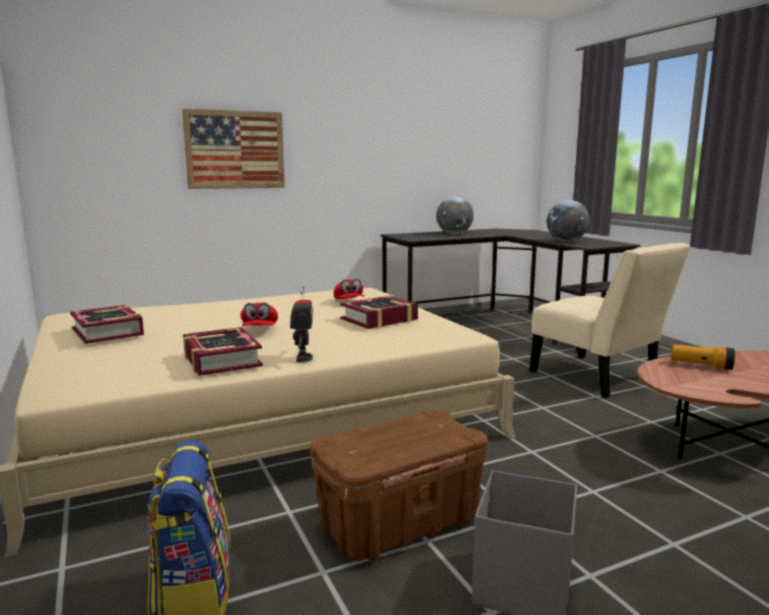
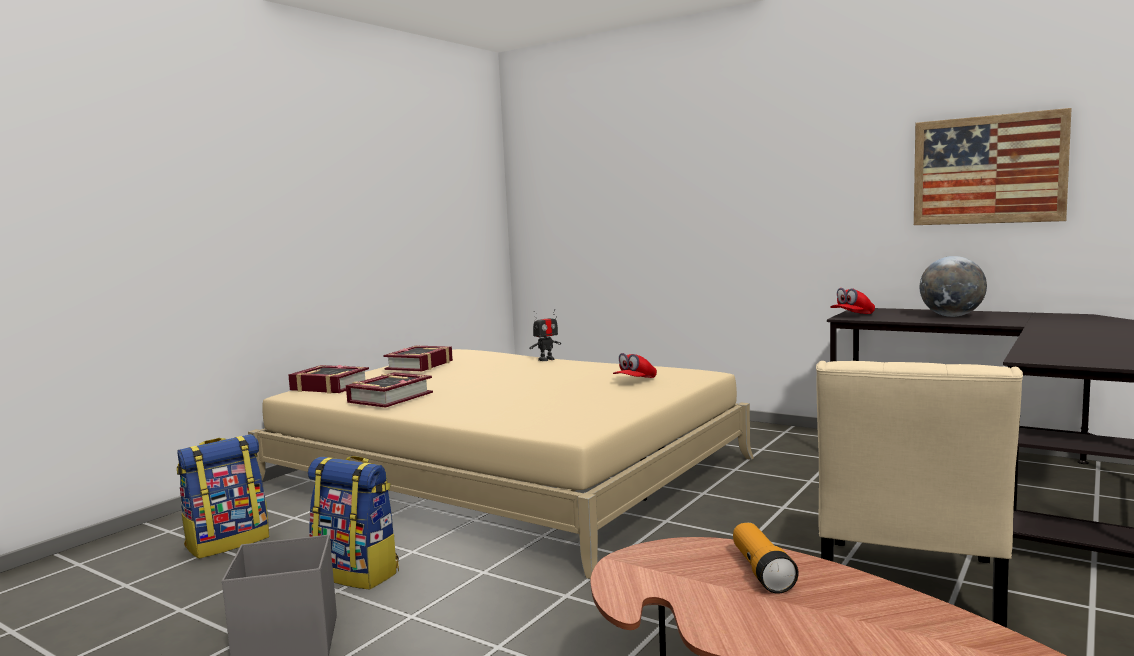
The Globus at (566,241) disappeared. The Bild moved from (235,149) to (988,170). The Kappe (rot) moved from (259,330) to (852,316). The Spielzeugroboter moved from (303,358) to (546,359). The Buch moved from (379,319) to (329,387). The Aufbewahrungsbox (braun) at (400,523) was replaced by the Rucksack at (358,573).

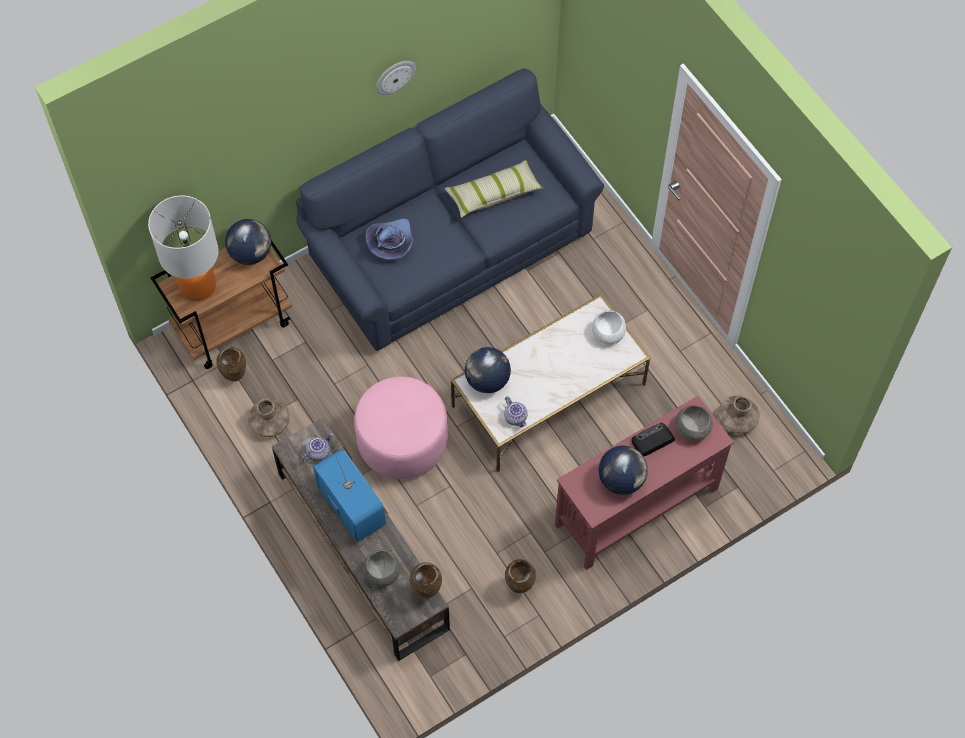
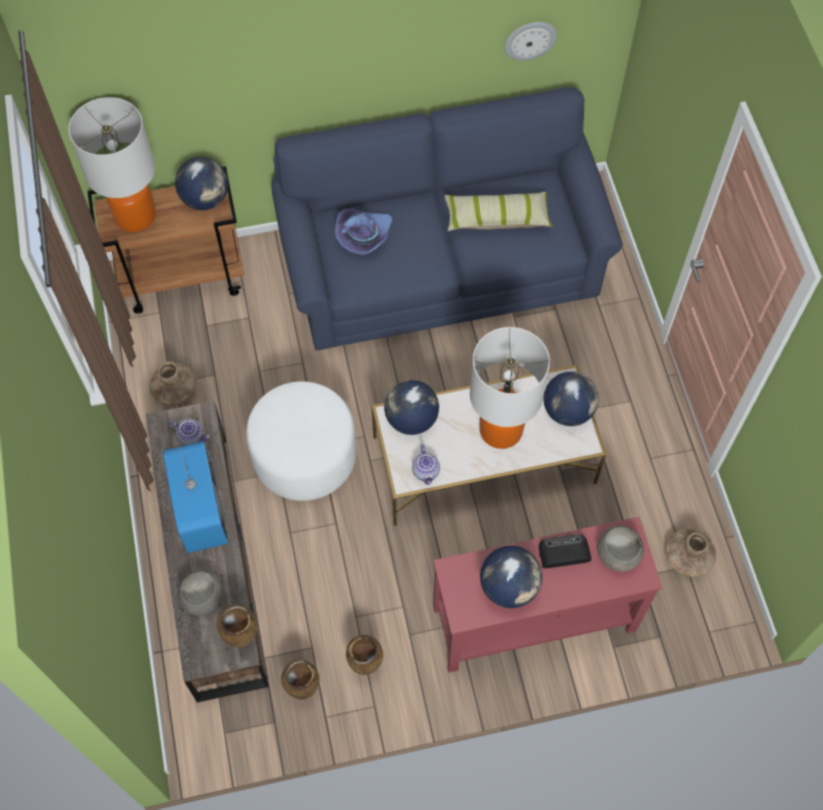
The Tischlampe at (501,430) appeared. The Vase (braun) moved from (235,376) to (303,688). The Wanduhr moved from (394,76) to (530,40). The Schüssel (weiß) at (607,333) was replaced by the Globus at (567,410). The Polsterhocker (rosa) at (402,441) became the Polsterhocker (weiß) at (304,457). The Teekanne at (318,452) turned 45 degrees clockwise.

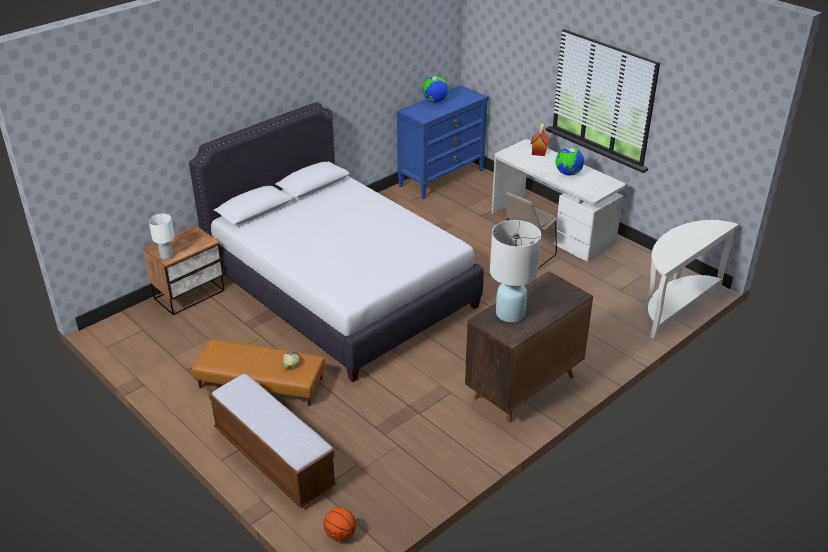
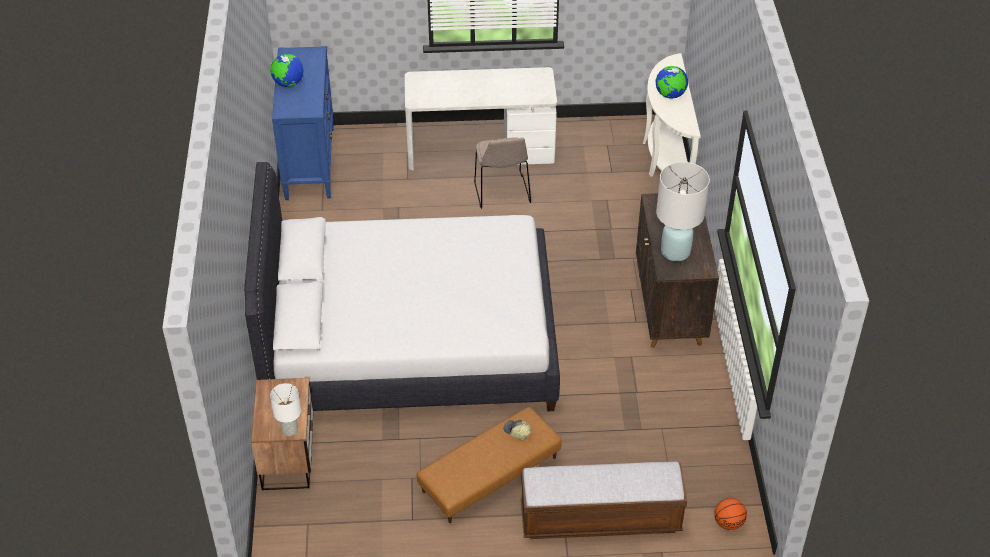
The Spielzeughaus at (538,151) disappeared. The Globus moved from (568,173) to (670,95).

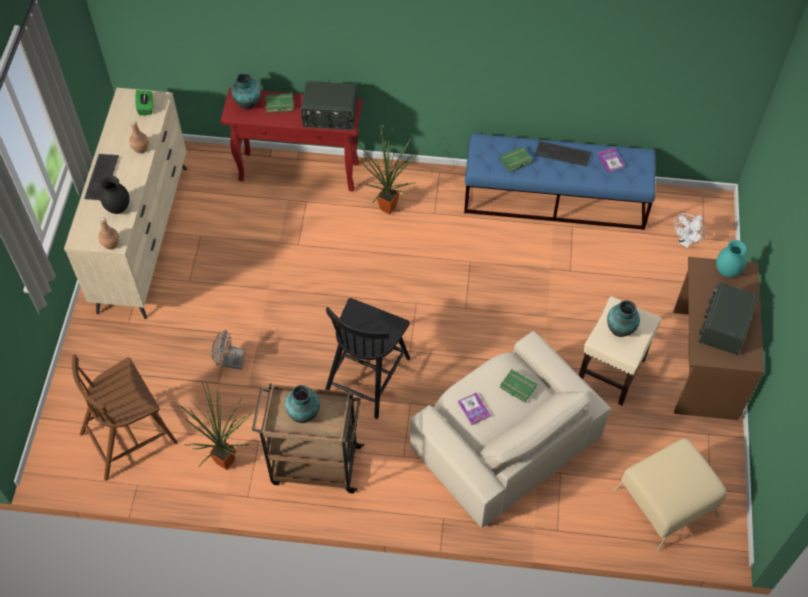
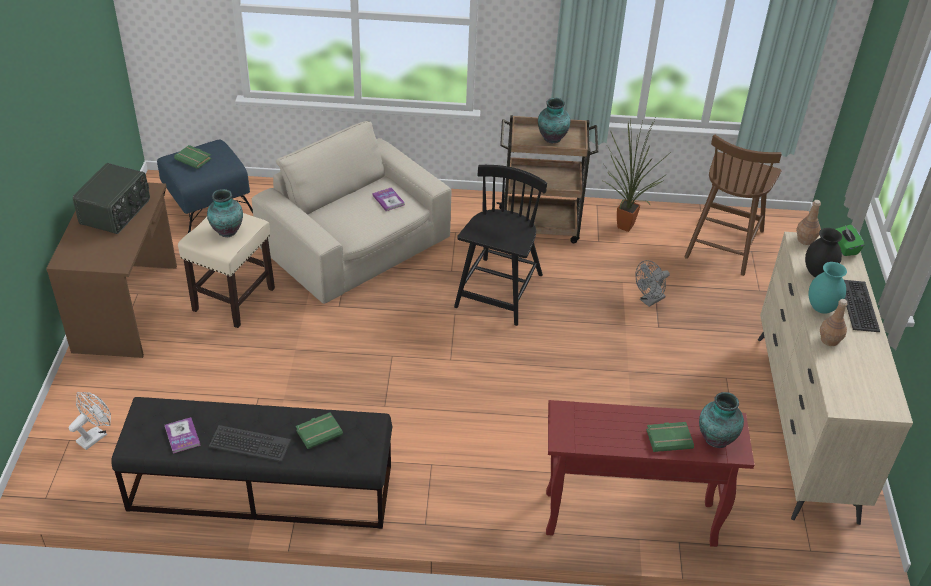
The Radio at (330,116) disappeared. The Topfpflanze at (390,206) disappeared. The Taschentuchbox (grün) moved from (146,107) to (844,248). The Buch (grün) moved from (517,387) to (194,159). The Vase (türkis) moved from (727,271) to (821,308). The Bank (blau) at (555,199) became the Bank (schwarz) at (260,488). The Polsterhocker (beige) at (665,502) became the Polsterhocker (blau) at (208,205). The Stuhl (braun) at (130,436) turned 150 degrees clockwise. The Ventilator (grau) at (229,362) turned 135 degrees clockwise.

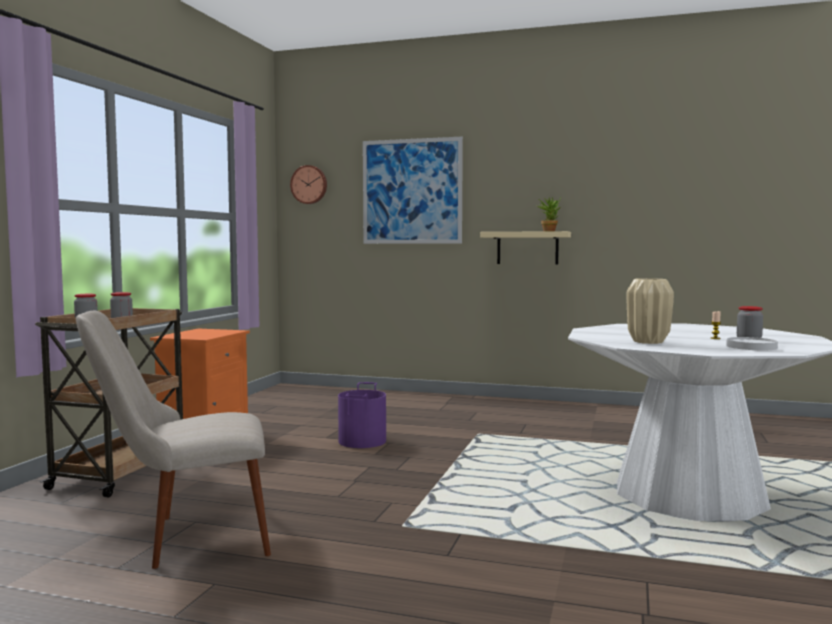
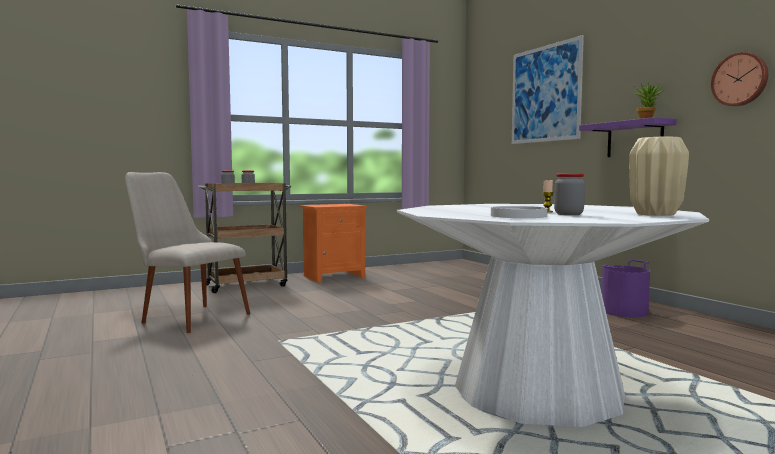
The Wanduhr moved from (309,184) to (740,79). The Eimer (lila) moved from (363,441) to (624,312). The Vase (beige) moved from (648,342) to (656,214). The Wandregal (beige) at (527,248) became the Wandregal (lila) at (634,139).

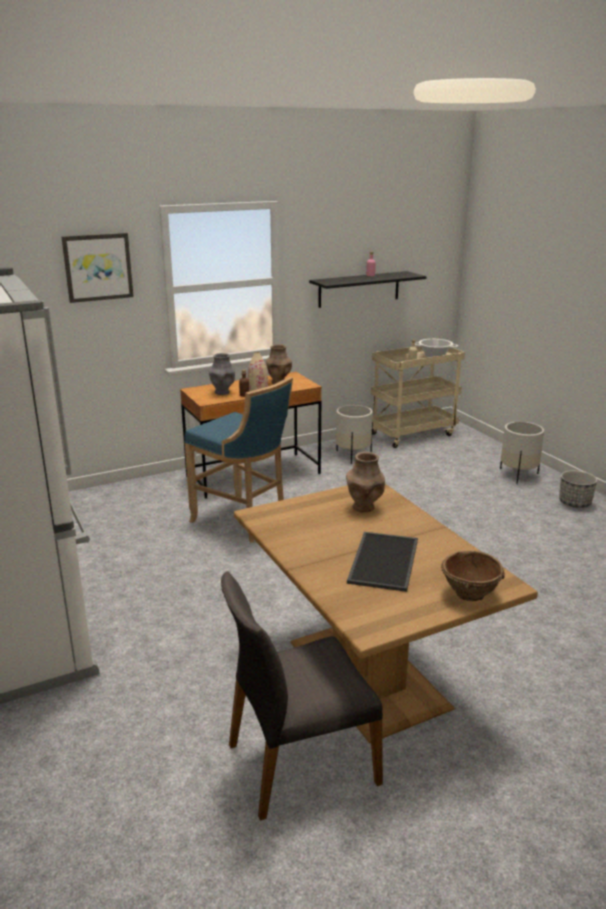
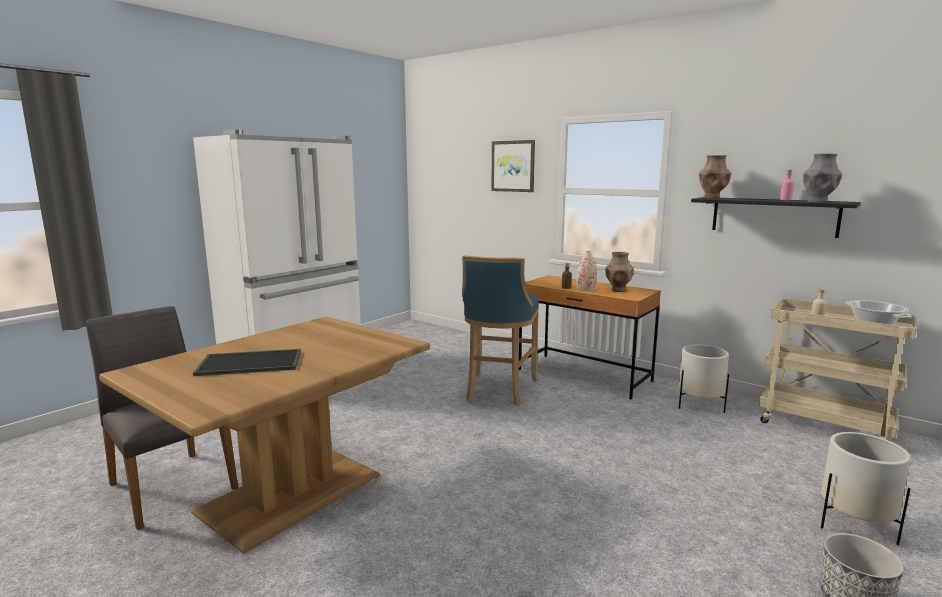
The Schüssel (braun) at (470,594) disappeared. The Vase (grau) moved from (222,392) to (818,201). The Vase (braun) moved from (364,507) to (712,198).

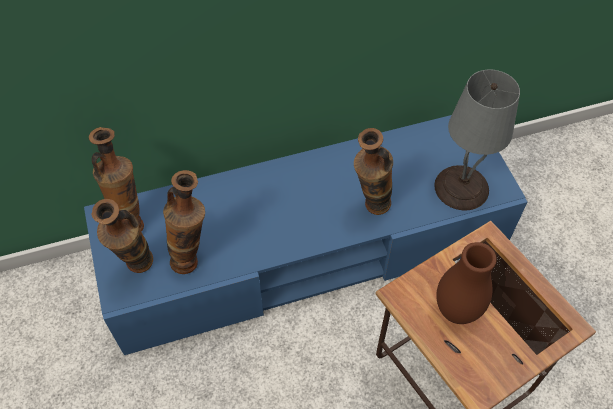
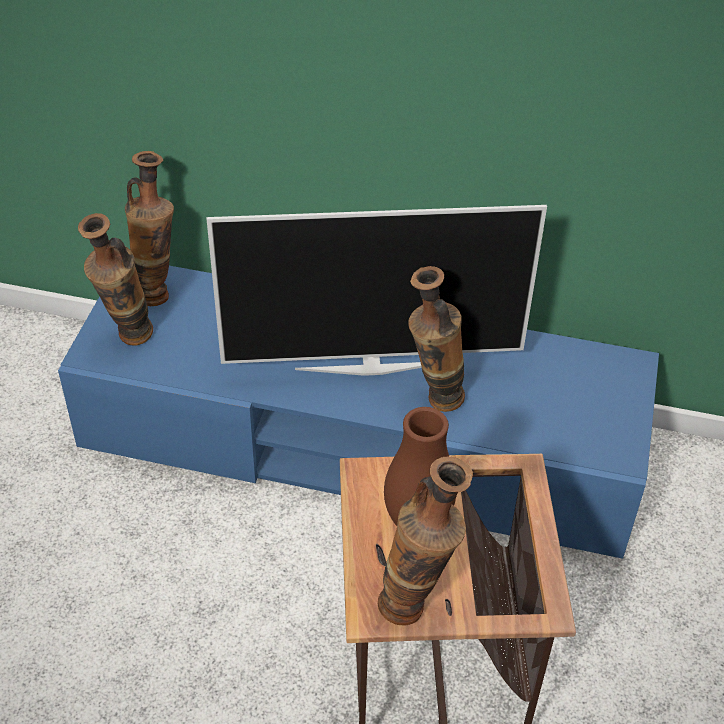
The Tischlampe (grau) at (461,188) disappeared. The Fernseher at (371,364) appeared. The Vase moved from (192,259) to (416,607).

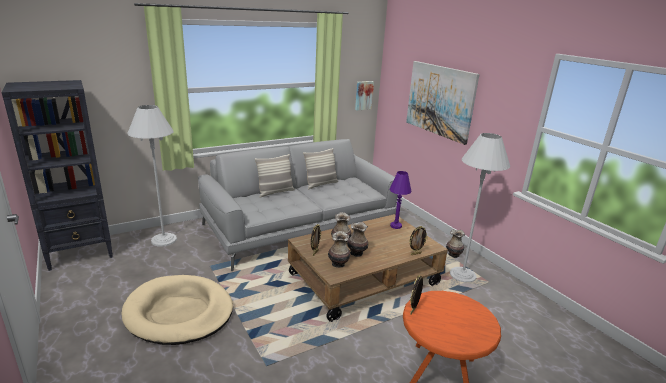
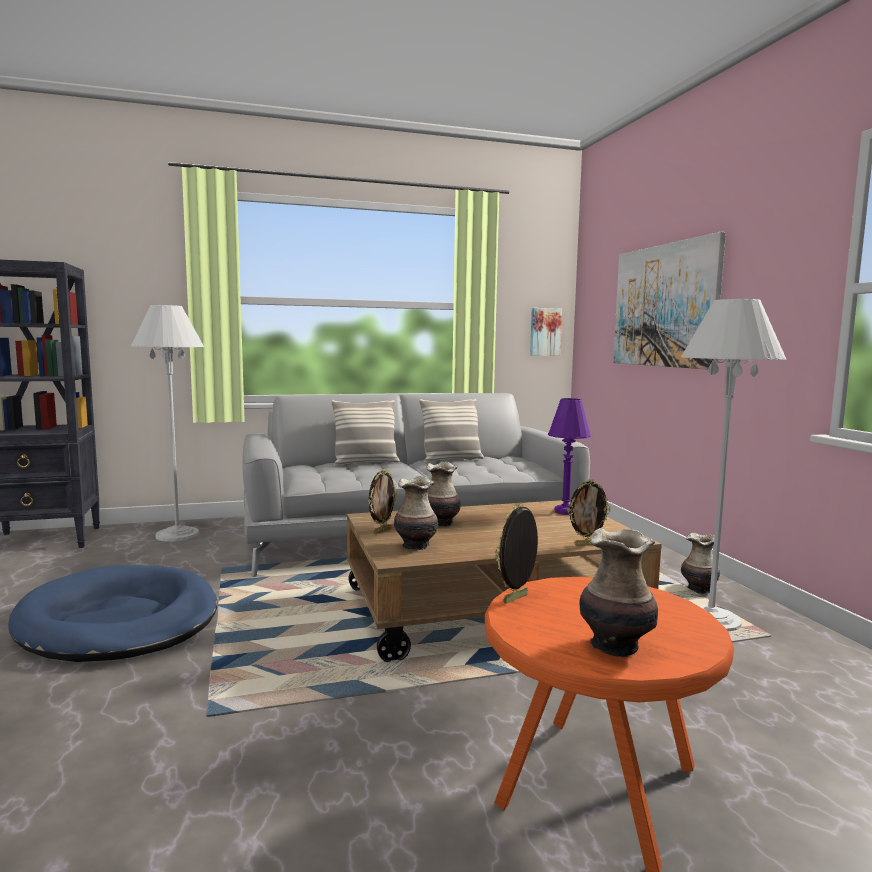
The Vase moved from (356,253) to (614,645). The Hundebett (beige) at (179,312) became the Hundebett (blau) at (119,621).

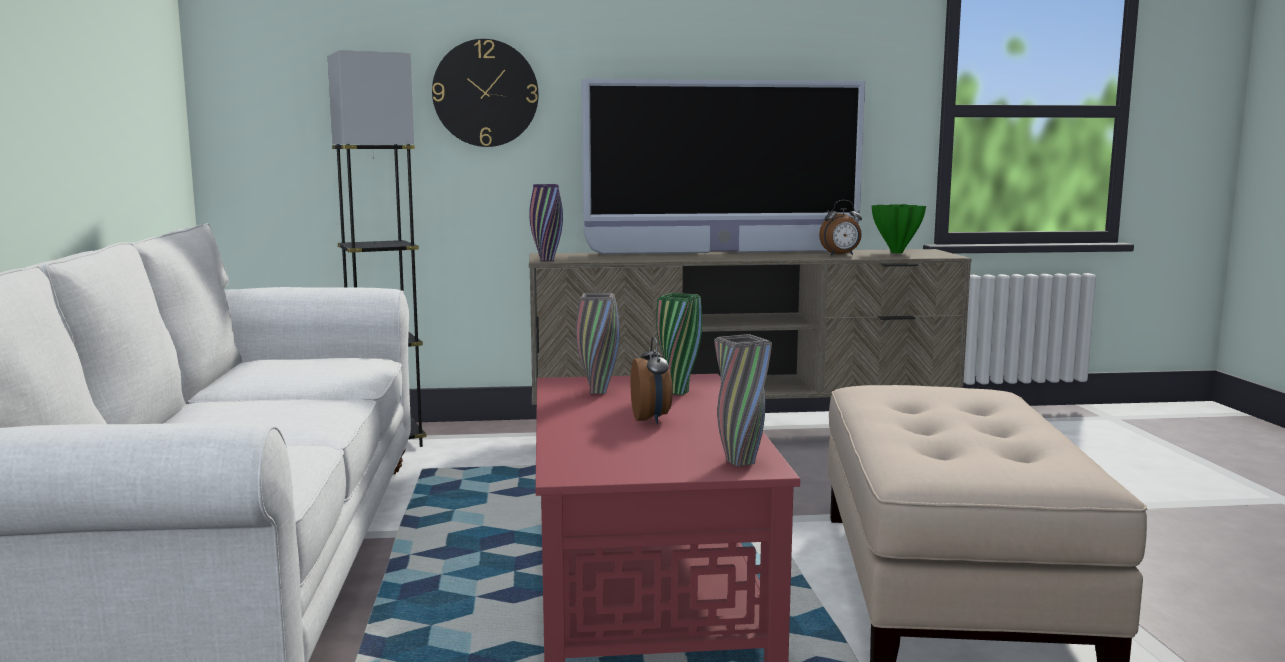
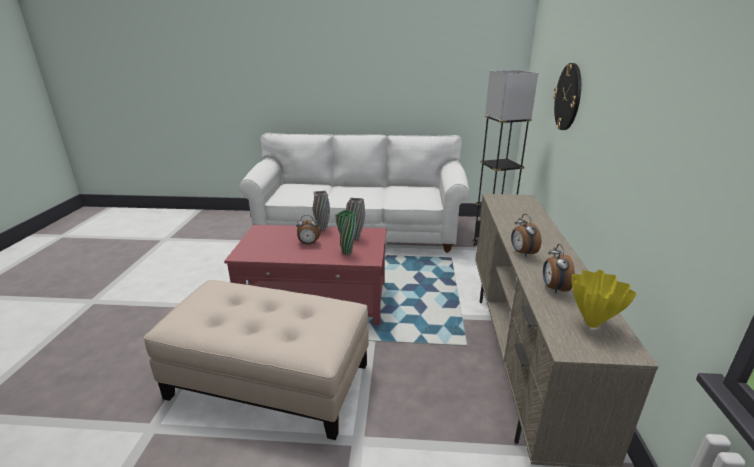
The Vase (lila) at (547,260) disappeared. The Fernseher at (723,252) disappeared. The Wecker at (522,253) appeared. The Vase (grau) moved from (740,462) to (322,229). The Vase (grün) at (896,252) became the Vase (gelb) at (590,323).

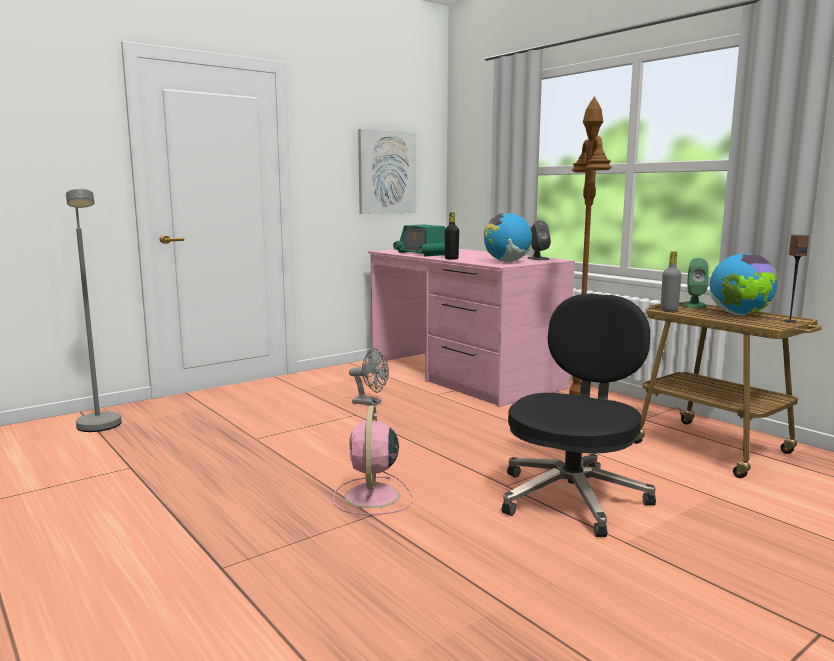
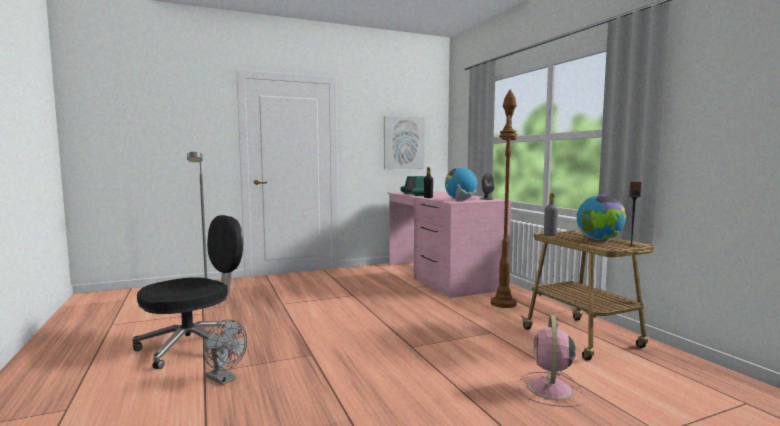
The Lautsprecher (grün) at (694,305) disappeared. The Ventilator (rosa) moved from (372,497) to (550,390). The Ventilator (grau) moved from (371,403) to (224,379). The Bürostuhl (schwarz) moved from (573,497) to (193,345).

